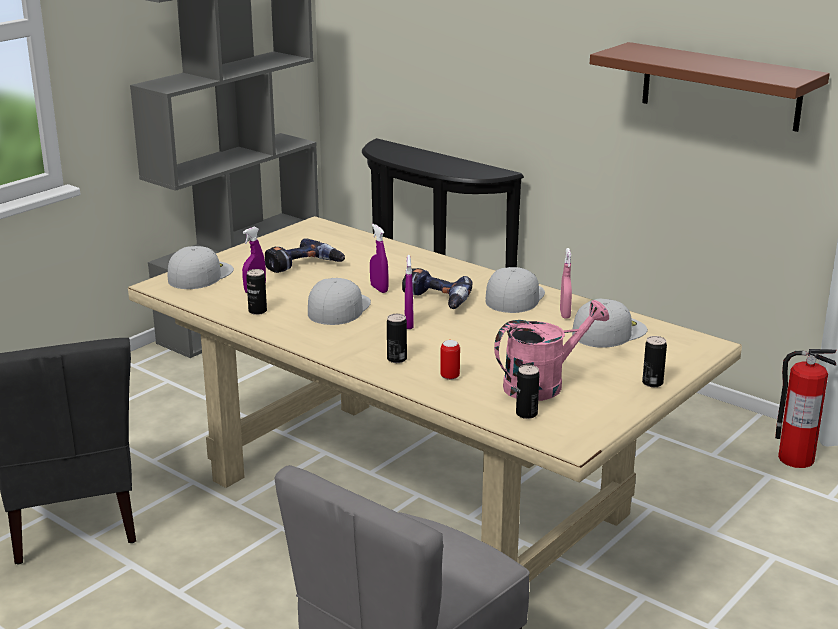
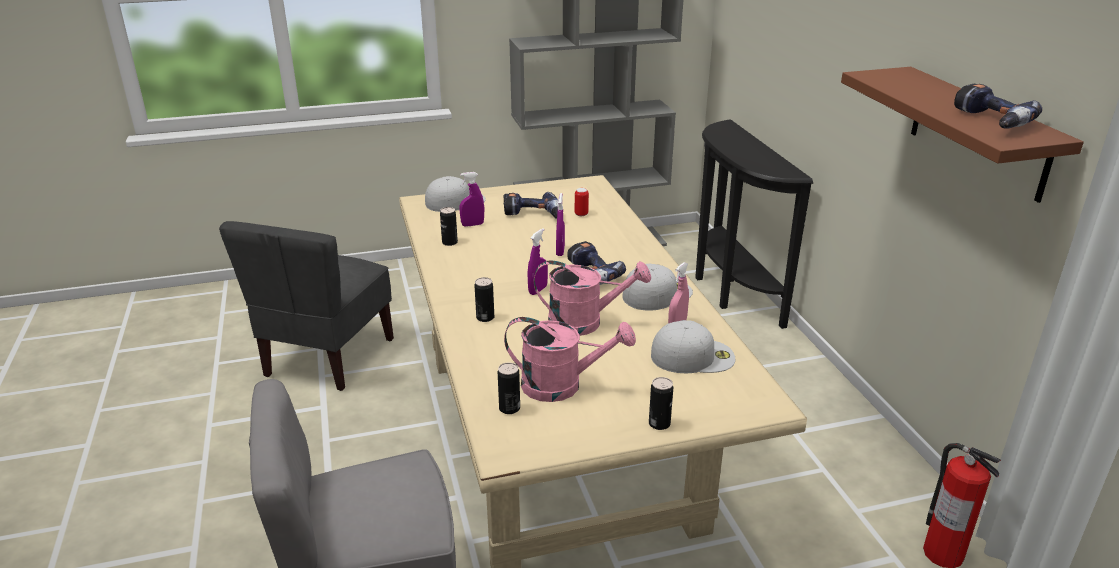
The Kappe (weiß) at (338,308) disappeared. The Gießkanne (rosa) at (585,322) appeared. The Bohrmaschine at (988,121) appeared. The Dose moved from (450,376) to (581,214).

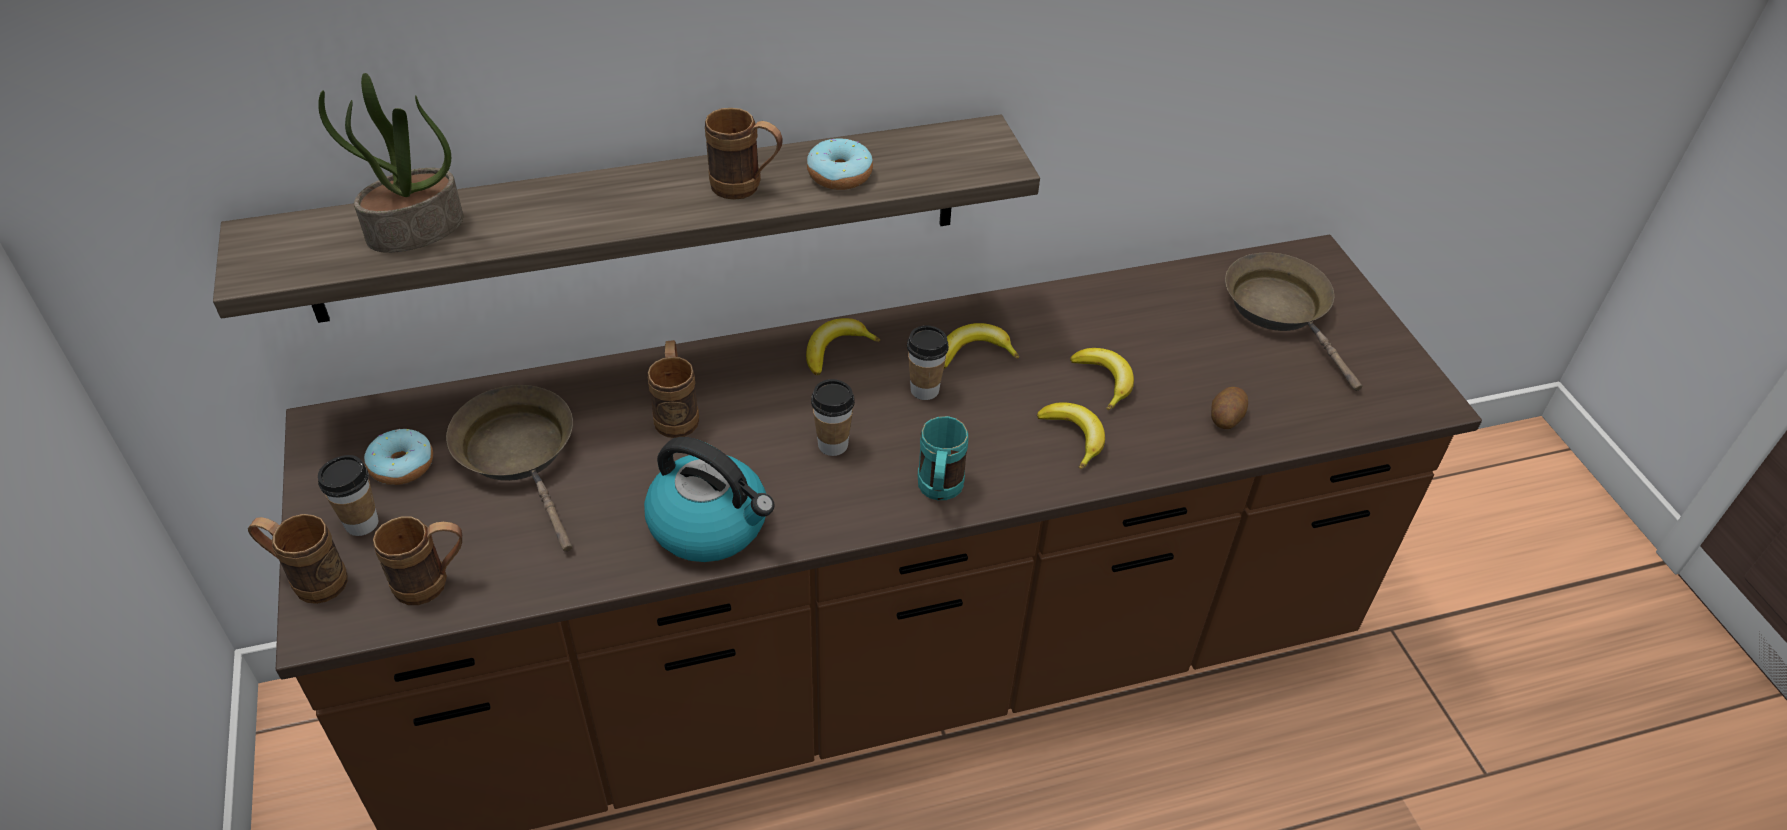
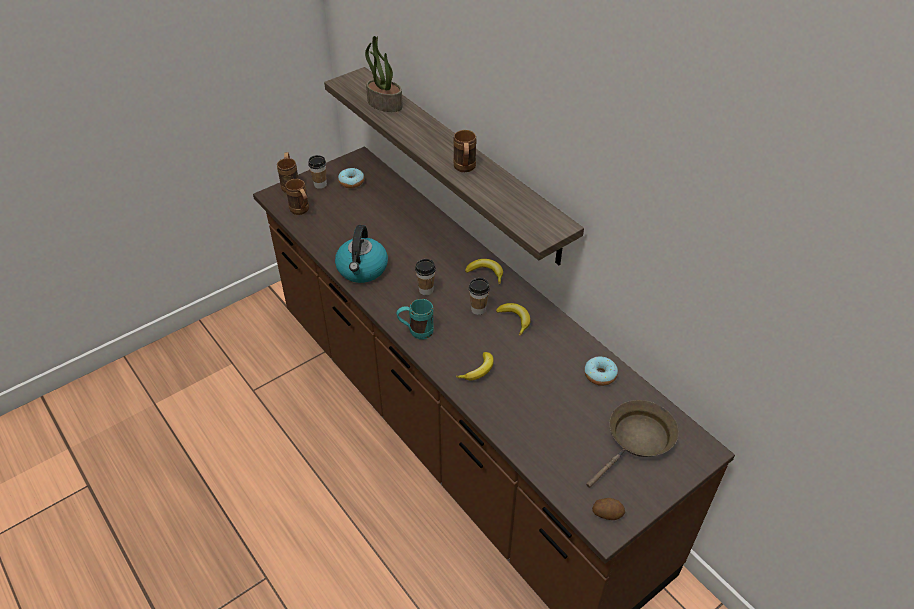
The Pfanne (braun) at (520,454) disappeared. The Henkelbecher (braun) at (677,413) disappeared. The Banane at (1104,380) disappeared. The Donut moved from (839,175) to (600,375). The Kartoffel moved from (1225,417) to (607,513).

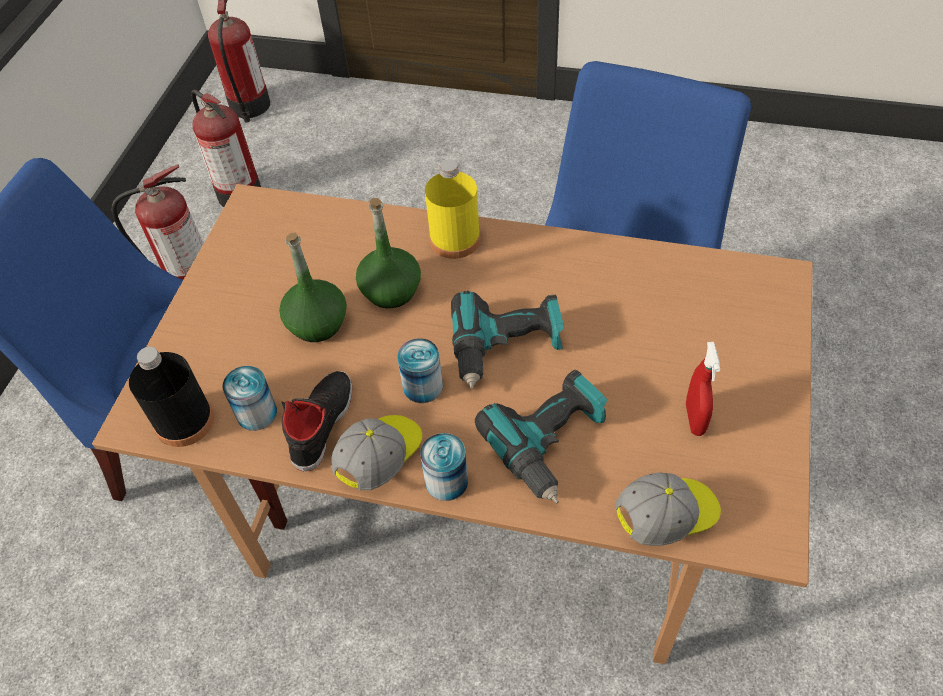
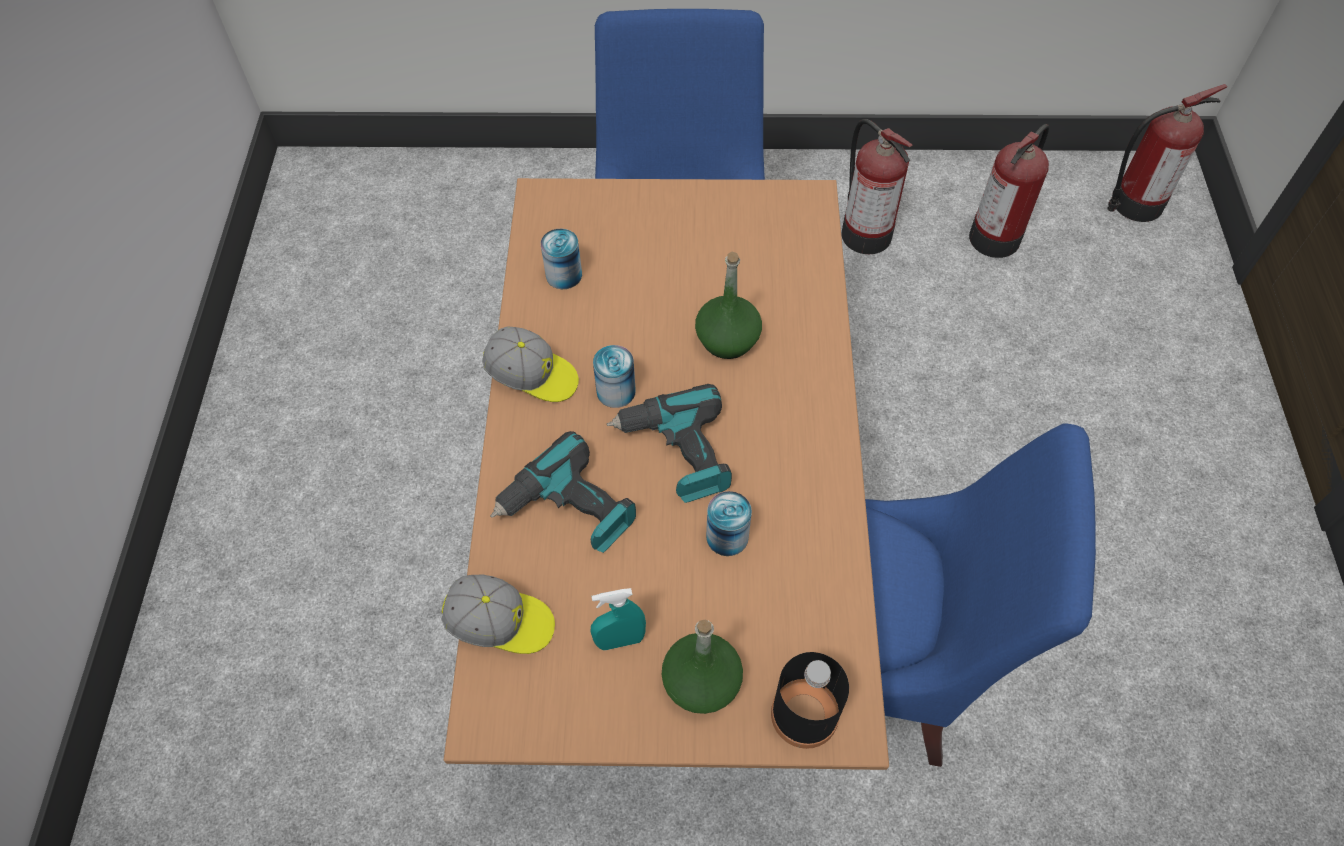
The Schuh (schwarz) at (321,423) disappeared. The Flasche (gelb) at (455,239) disappeared. The Flasche (schwarz) moved from (184,421) to (804,714). The Flasche (grün) moved from (317,323) to (701,681). The Dose moved from (446,481) to (727,536). The Sprühflasche (rot) at (694,419) became the Sprühflasche (türkis) at (620,640). The Kappe at (667,516) turned 45 degrees counterclockwise.

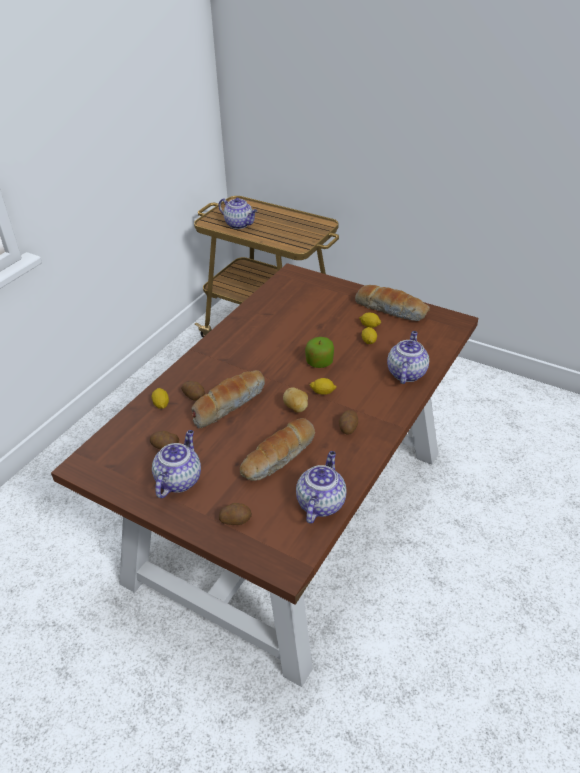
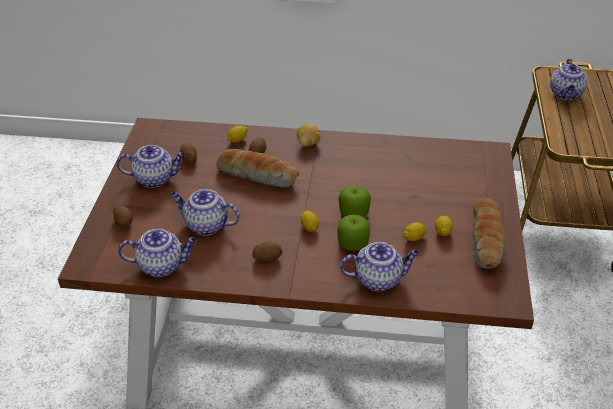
The Apfel at (353,243) appeared. The Kartoffel moved from (296,408) to (308,144). The Brot at (279,458) was replaced by the Teekanne at (205,225).

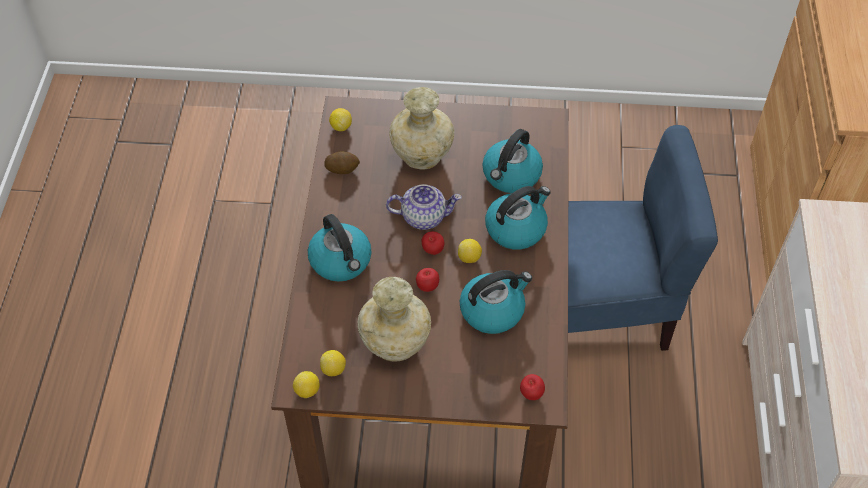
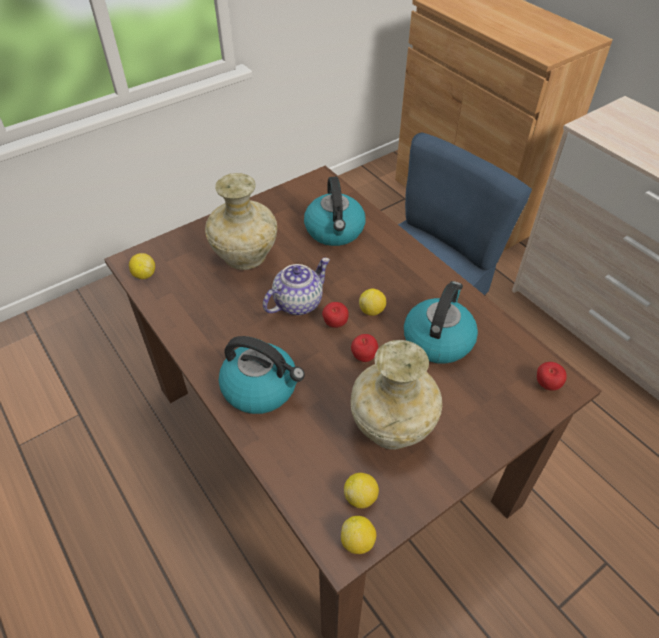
The Kartoffel at (342,169) disappeared. The Wasserkessel at (516,228) disappeared.

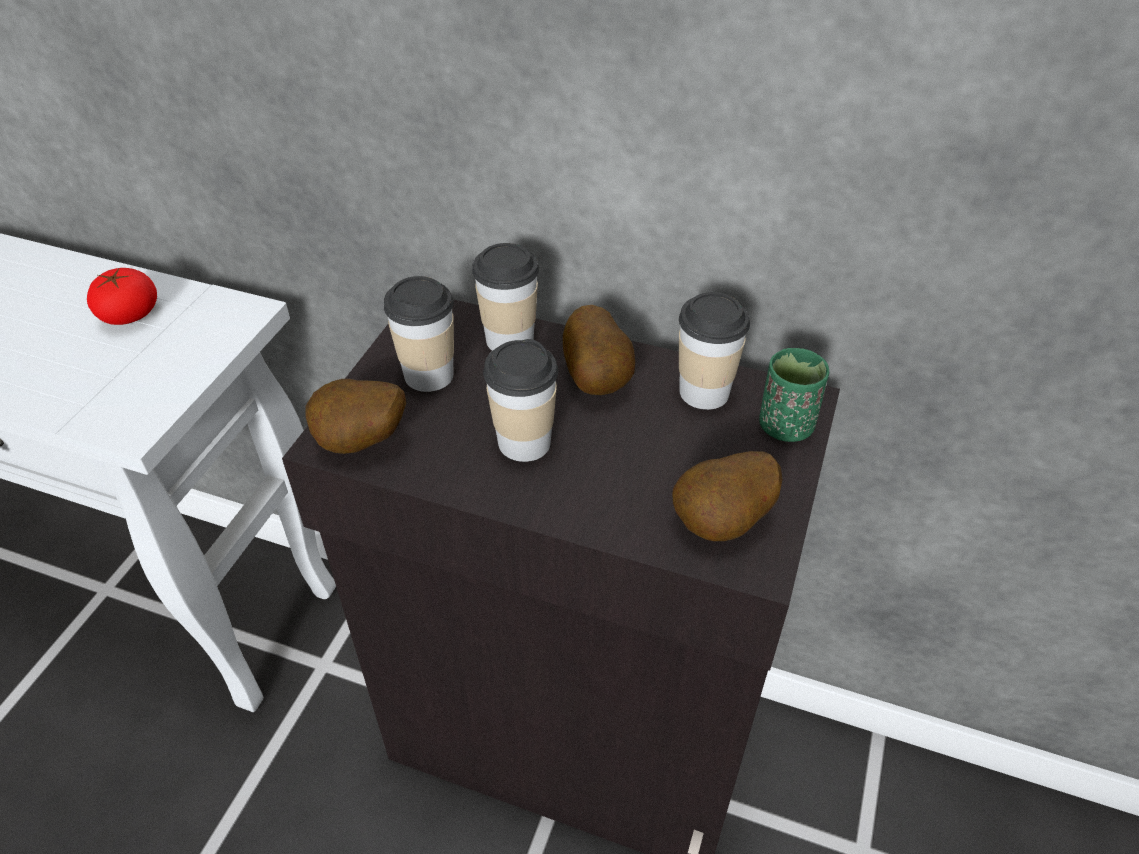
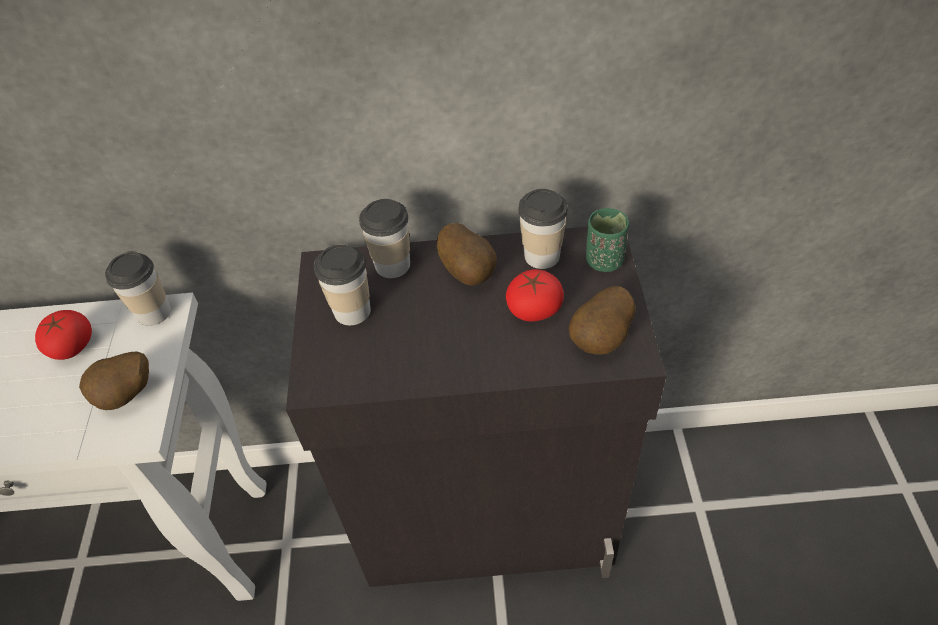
The Tomate at (534,308) appeared. The Kartoffel moved from (361,444) to (127,396). The Tasse moved from (524,442) to (154,312).

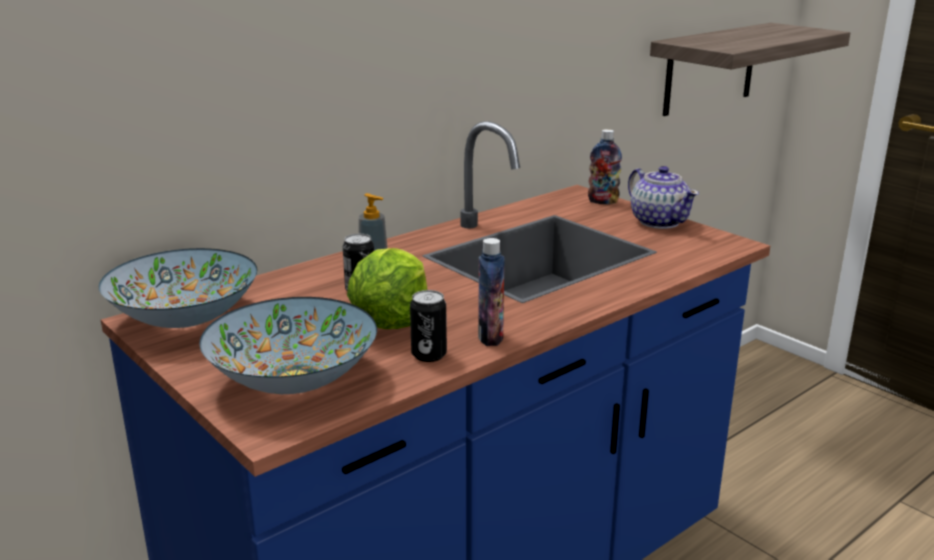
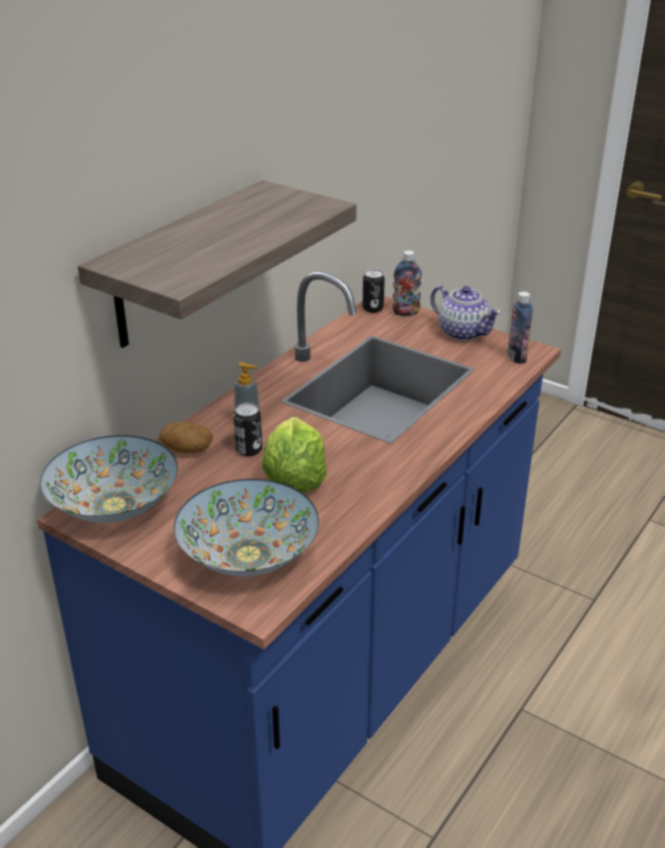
The Kartoffel at (187,449) appeared. The Dose moved from (429,355) to (373,308). The Flasche moved from (490,337) to (516,357). The Wandregal moved from (710,68) to (182,265).

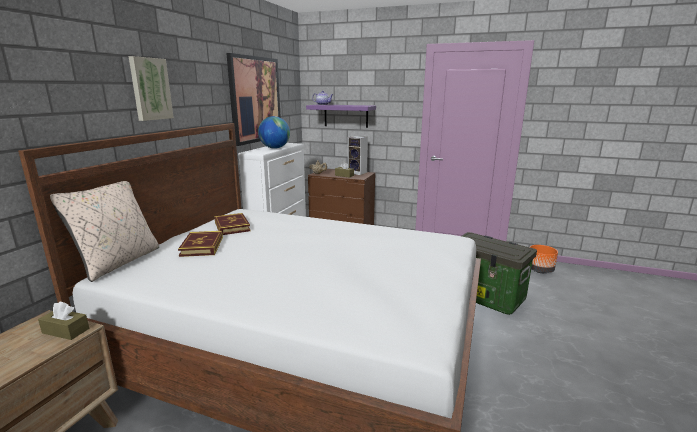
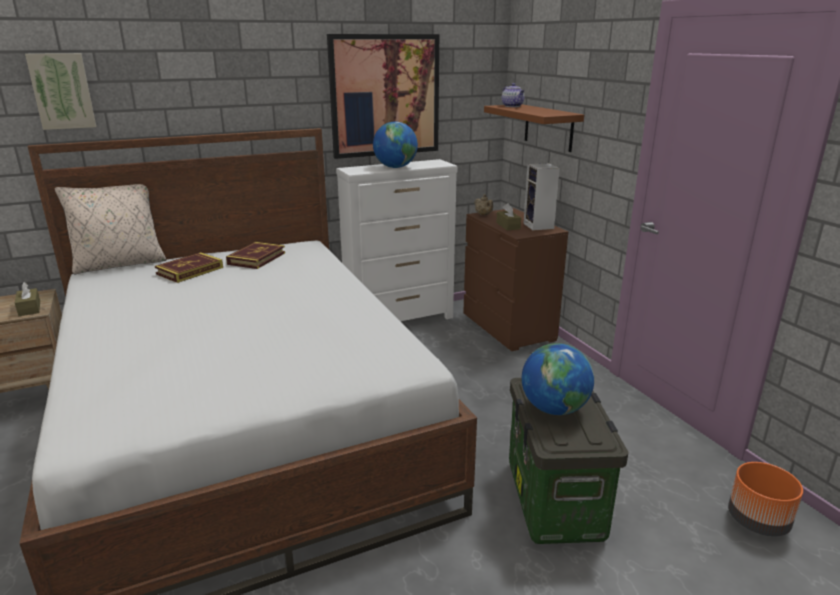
The Globus at (554,409) appeared. The Bild moved from (150,89) to (62,91). The Wandregal (lila) at (346,116) became the Wandregal (braun) at (548,127).

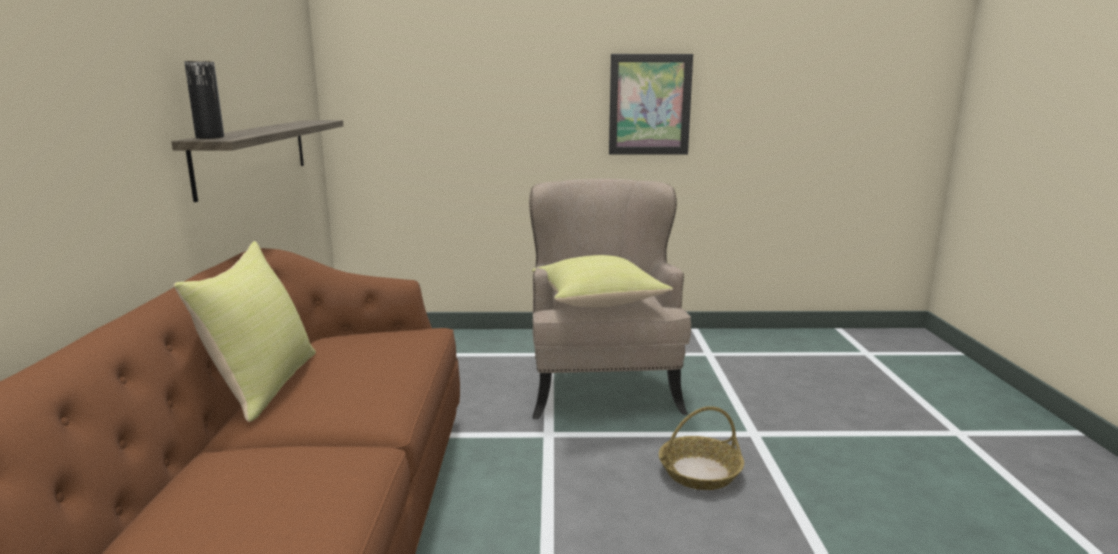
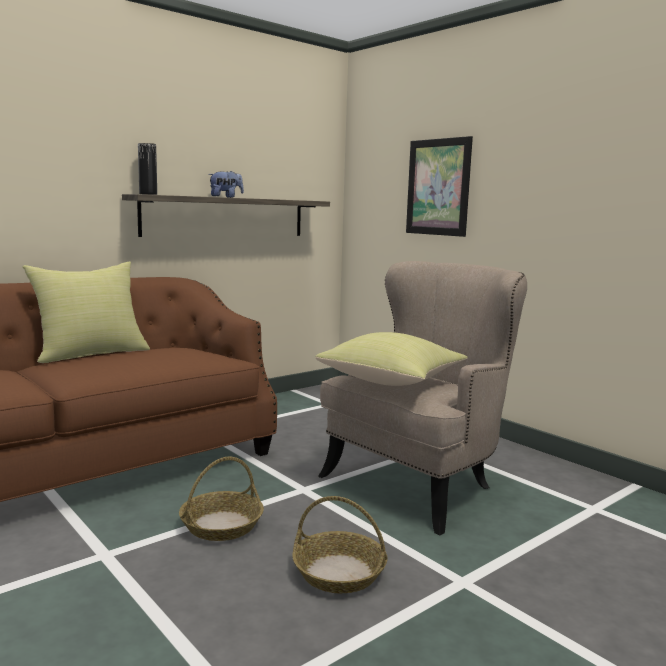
The Korb at (221,525) appeared. The Plüschtier at (226,197) appeared. The Bild moved from (649,105) to (438,187).

